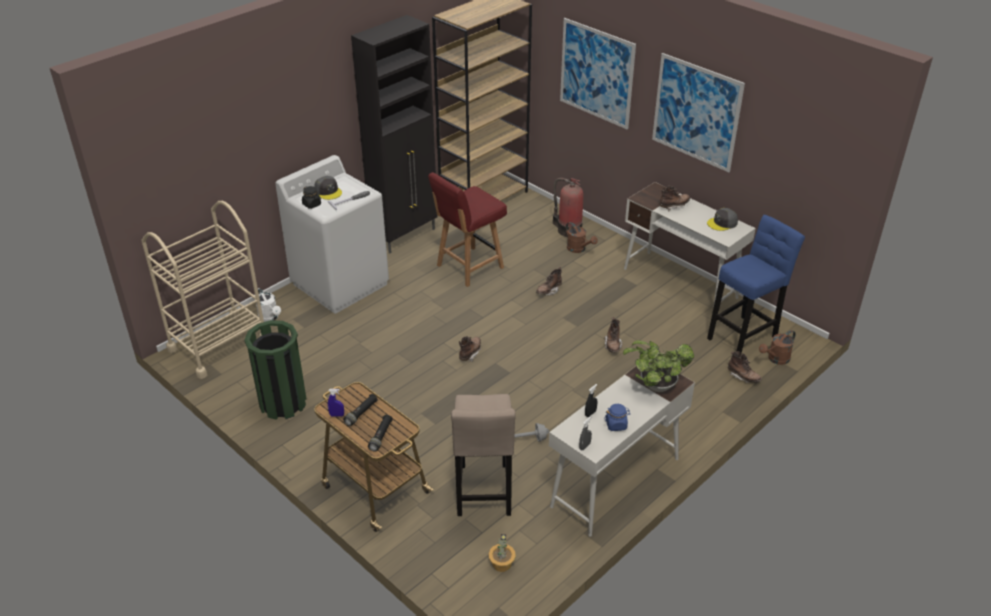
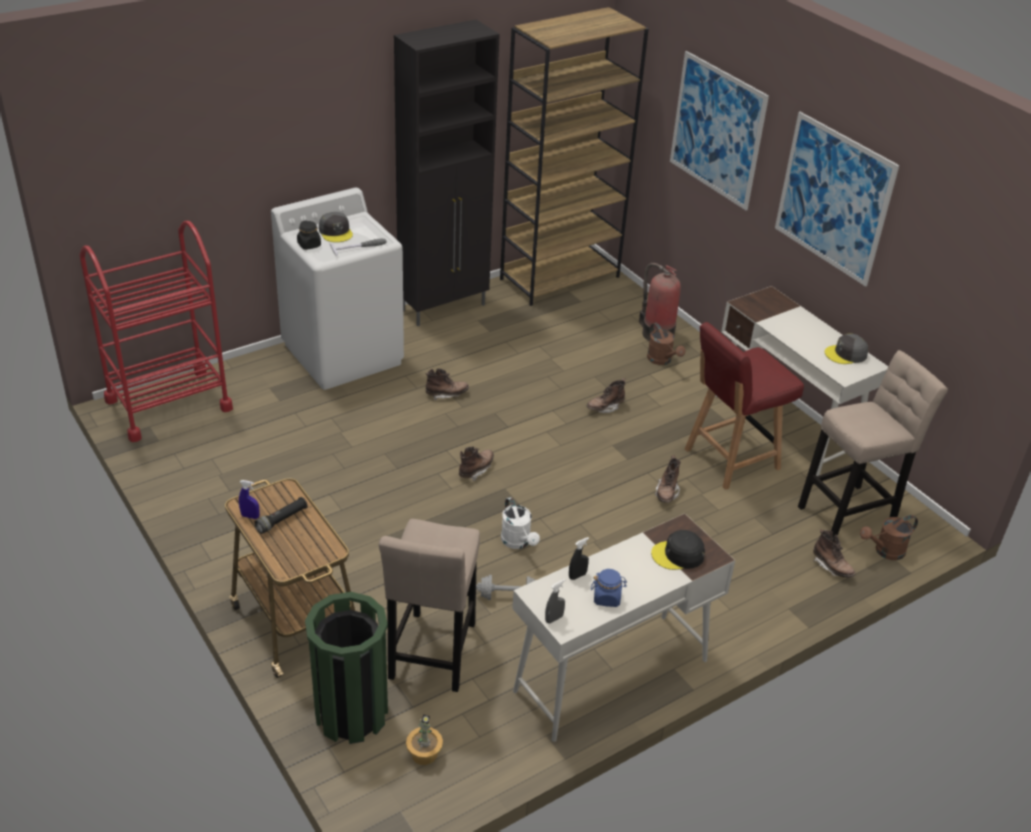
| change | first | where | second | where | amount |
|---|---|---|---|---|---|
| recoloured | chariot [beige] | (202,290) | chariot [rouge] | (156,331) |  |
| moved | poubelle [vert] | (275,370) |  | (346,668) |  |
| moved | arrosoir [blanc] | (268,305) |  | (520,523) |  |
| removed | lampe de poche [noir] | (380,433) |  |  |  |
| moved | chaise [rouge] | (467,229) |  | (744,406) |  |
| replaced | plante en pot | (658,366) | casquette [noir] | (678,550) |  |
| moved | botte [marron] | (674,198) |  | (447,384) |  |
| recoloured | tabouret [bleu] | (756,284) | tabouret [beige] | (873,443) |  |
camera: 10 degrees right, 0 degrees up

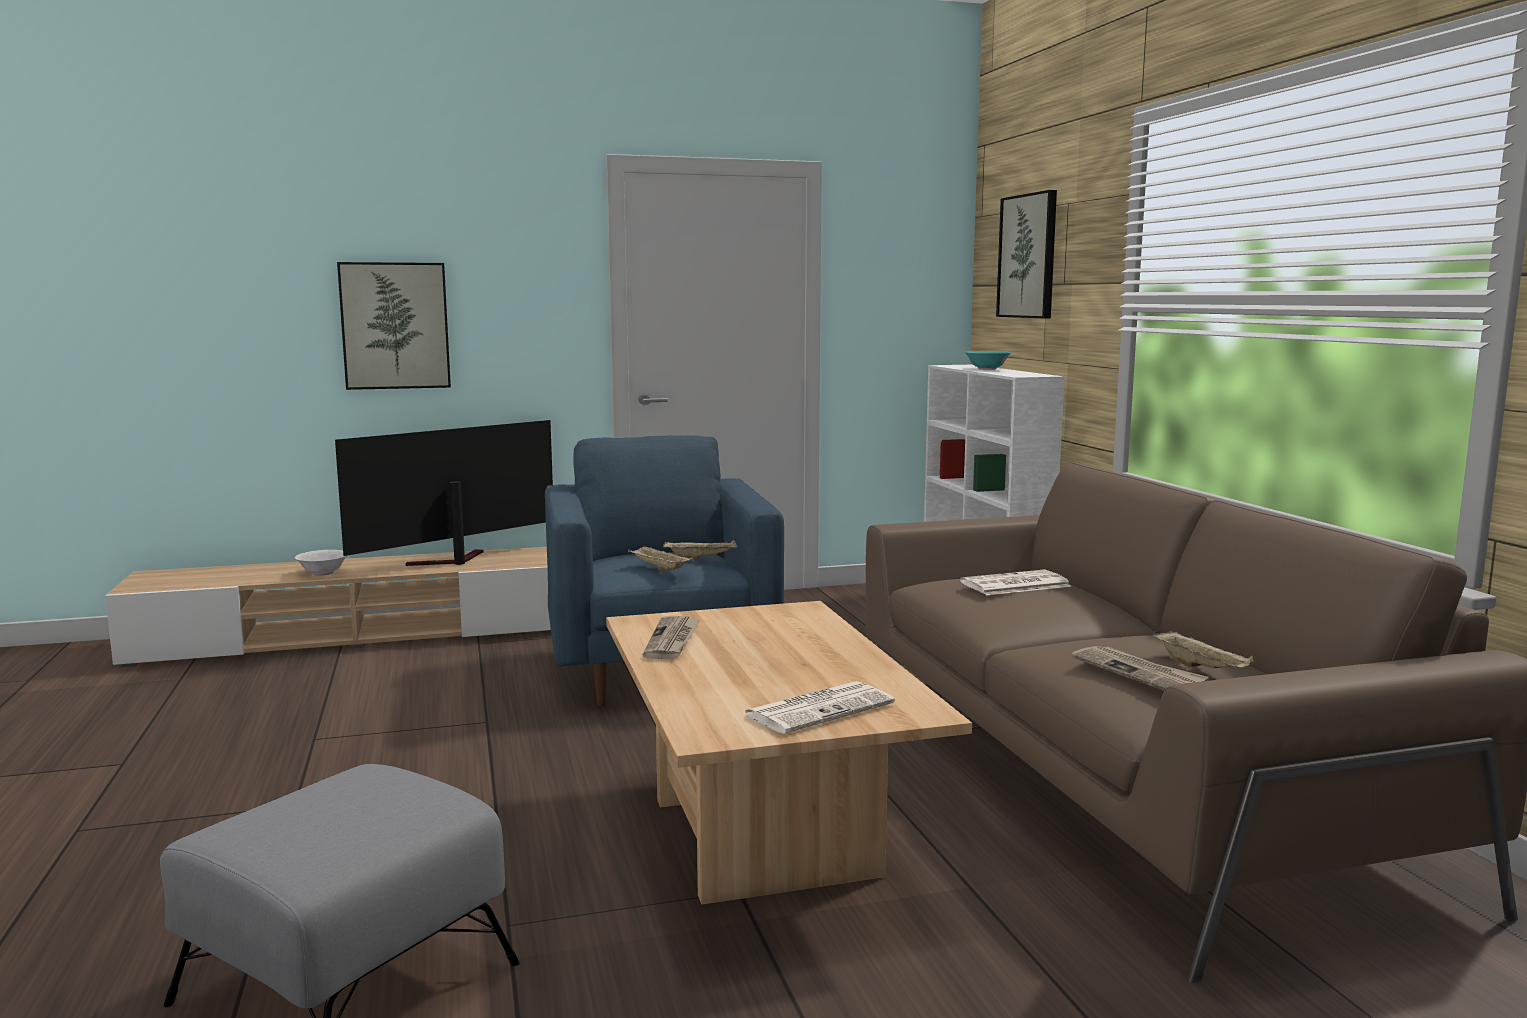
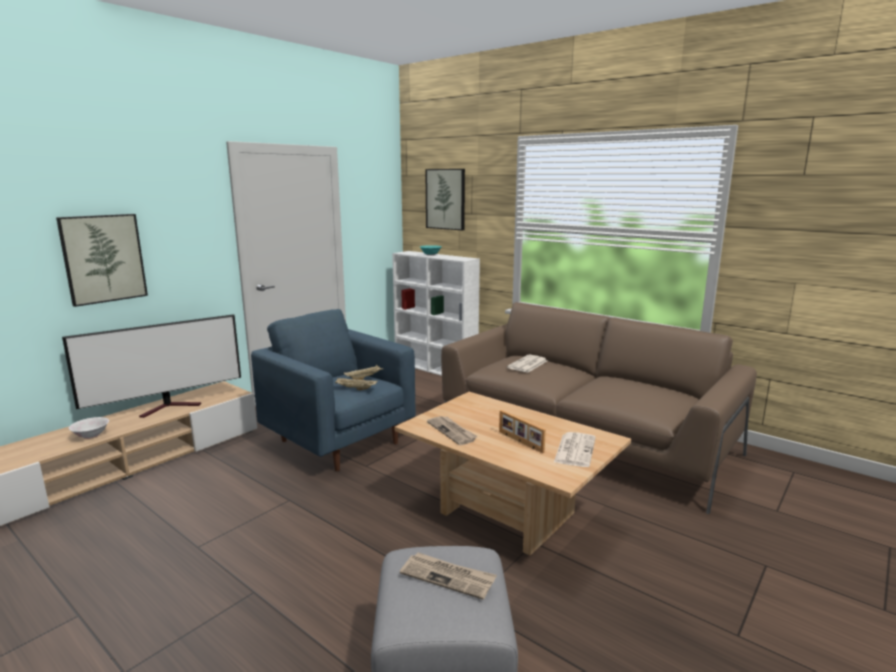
| change | first | where | second | where | amount |
|---|---|---|---|---|---|
| turned | téléviseur | (444,493) |  | (151,366) | 135 degrees counterclockwise |
| moved | journal | (1140,668) |  | (448,576) |  |
| removed | plateau [beige] | (1203,649) |  |  |  |
| added |  |  | cadre photo | (522,431) |  |
camera: 35 degrees left, 5 degrees up

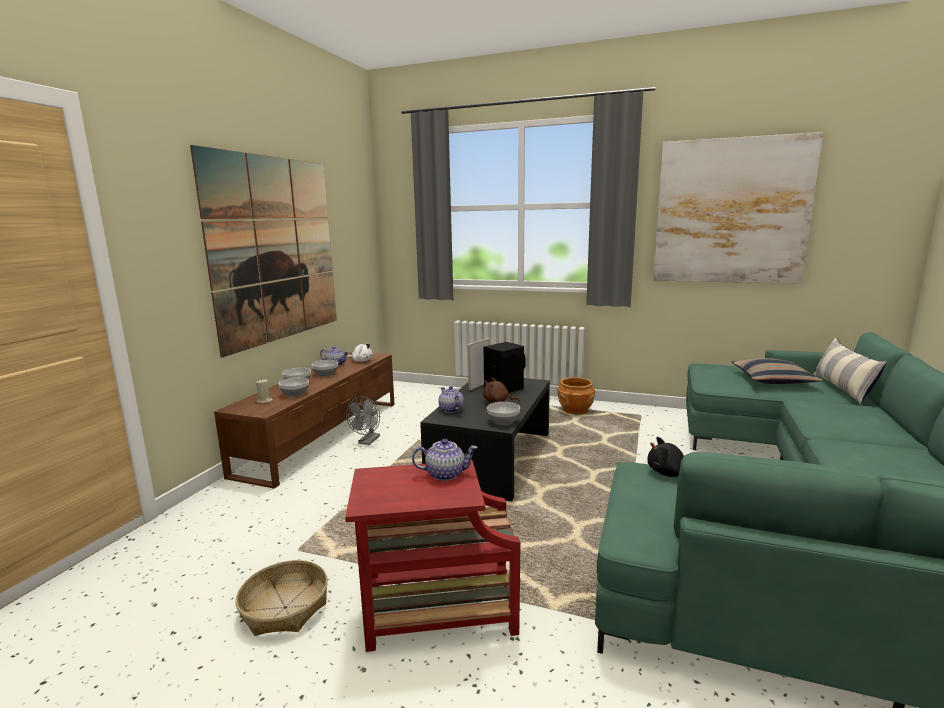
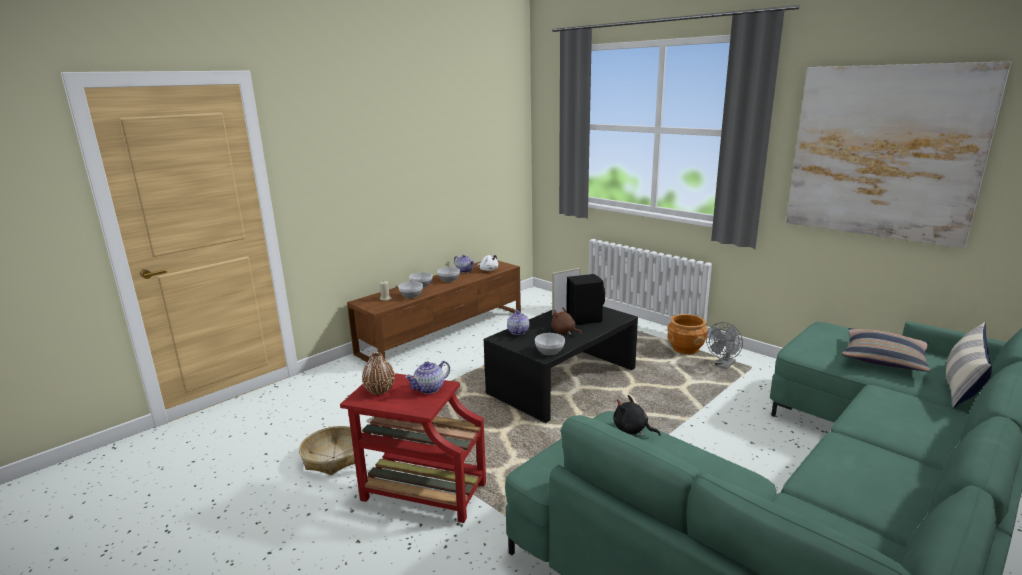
| change | first | where | second | where | amount |
|---|---|---|---|---|---|
| removed | tableau | (263,251) |  |  |  |
| moved | ventilateur [gris] | (363,420) |  | (724,345) |  |
| turned | théière | (444,460) |  | (427,377) | 120 degrees clockwise |
| added |  |  | vase [marron] | (378,373) |  |
camera: 25 degrees right, 5 degrees up

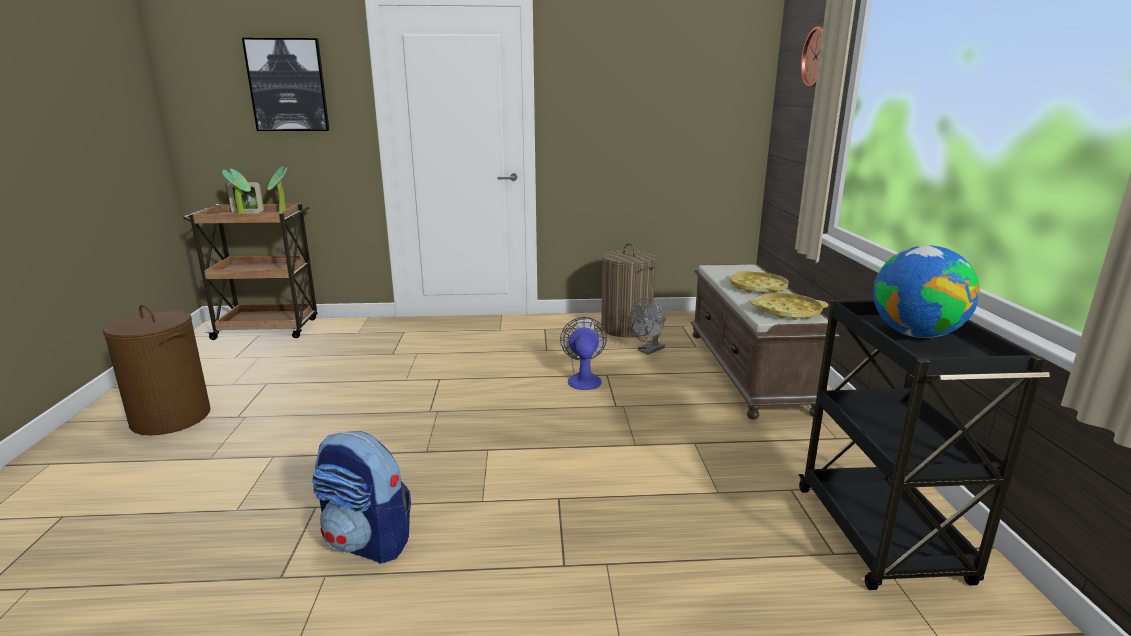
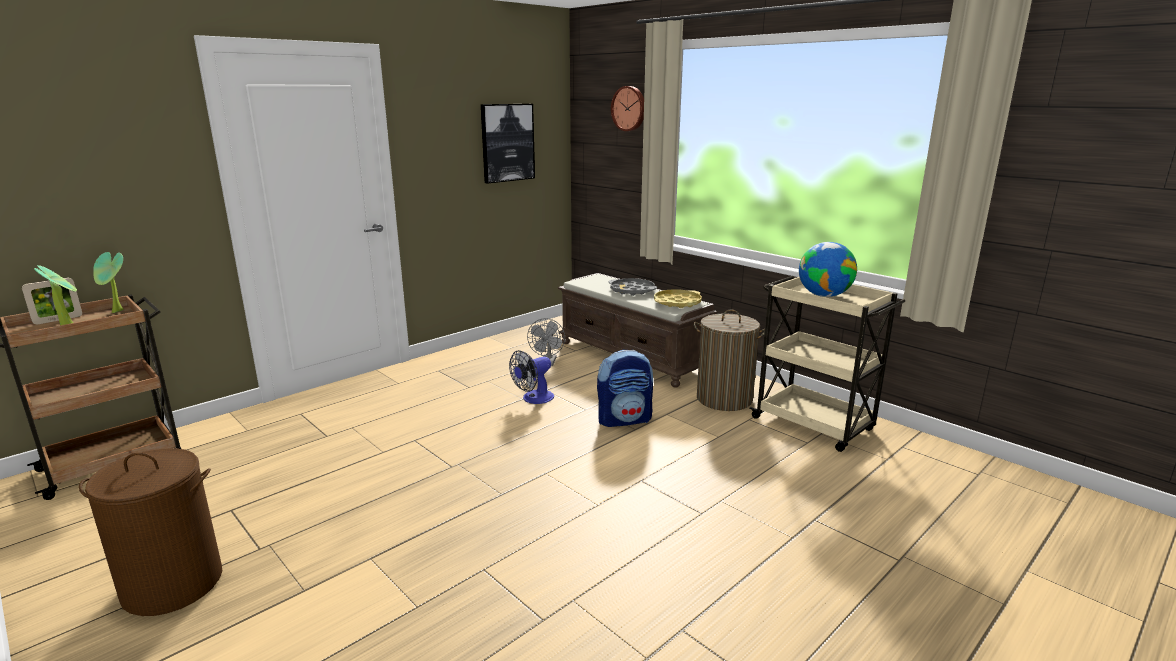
| change | first | where | second | where | amount |
|---|---|---|---|---|---|
| moved | tableau | (286,84) |  | (508,144) |  |
| moved | sac à dos | (361,497) |  | (625,388) |  |
| turned | ventilateur | (583,353) |  | (531,377) | 90 degrees counterclockwise |
| moved | panier à linge | (628,290) |  | (729,360) |  |
| recoloured | plateau [jaune] | (759,282) | plateau [gris] | (632,287) |  |
| recoloured | chariot [noir] | (924,444) | chariot [beige] | (827,364) |  |
camera: 40 degrees left, 0 degrees up

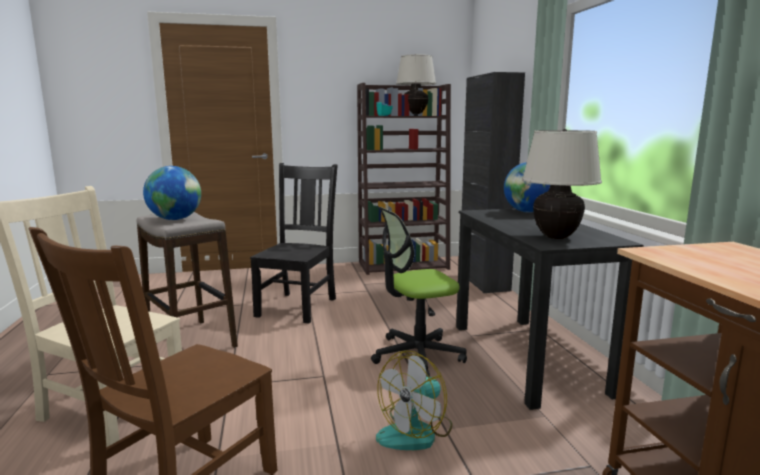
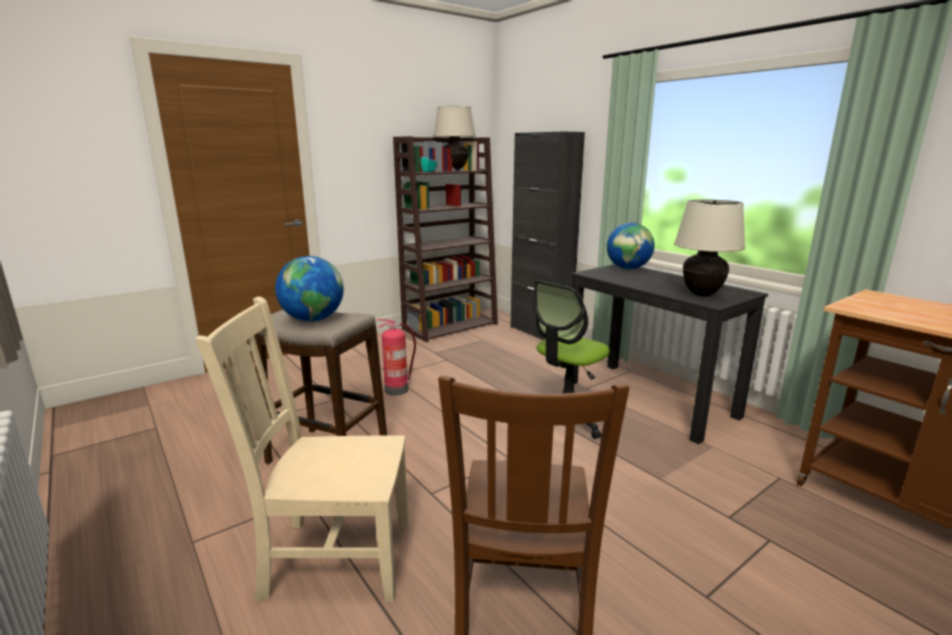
| change | first | where | second | where | amount |
|---|---|---|---|---|---|
| replaced | chaise [noir] | (294,243) | extincteur | (396,357) |  |
| removed | ventilateur | (414,400) |  |  |  |
camera: 25 degrees left, 5 degrees up

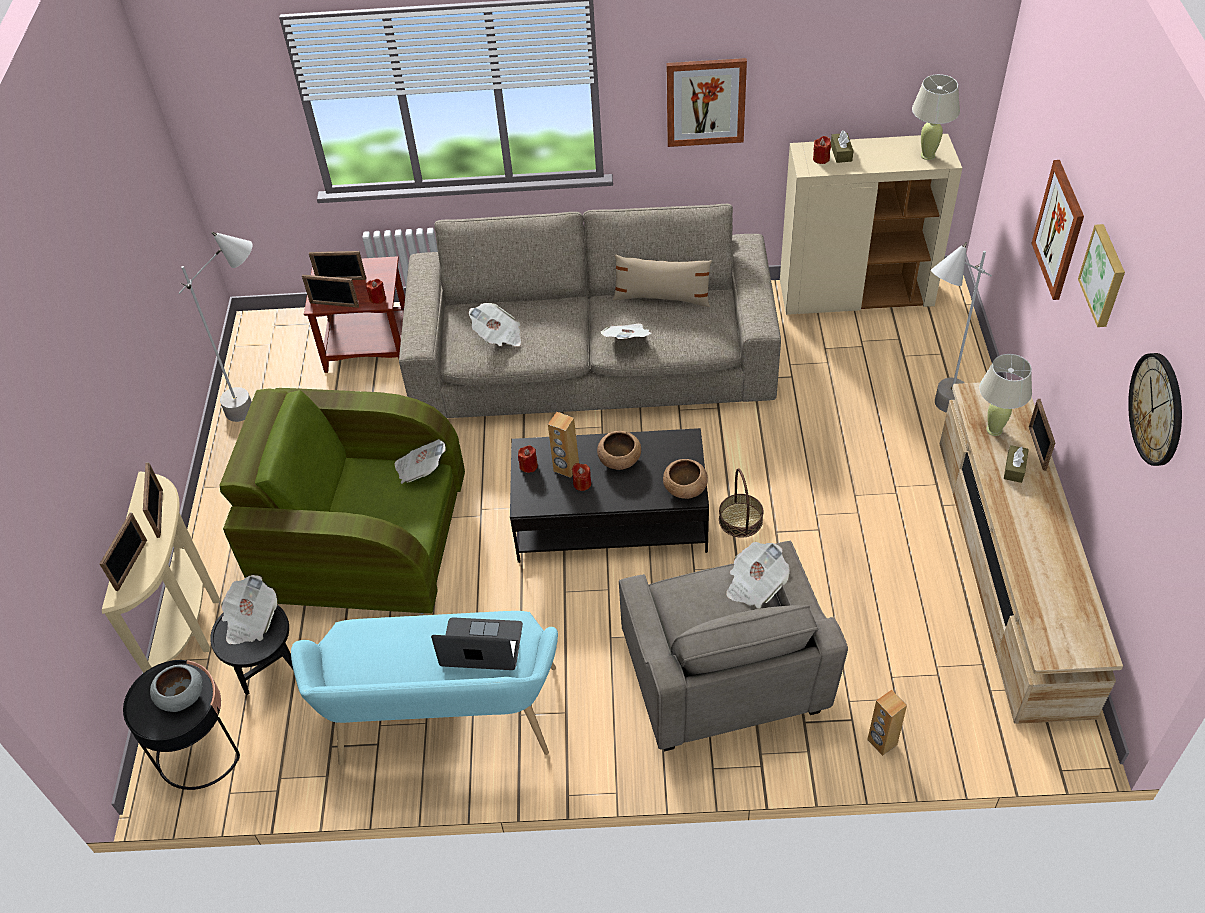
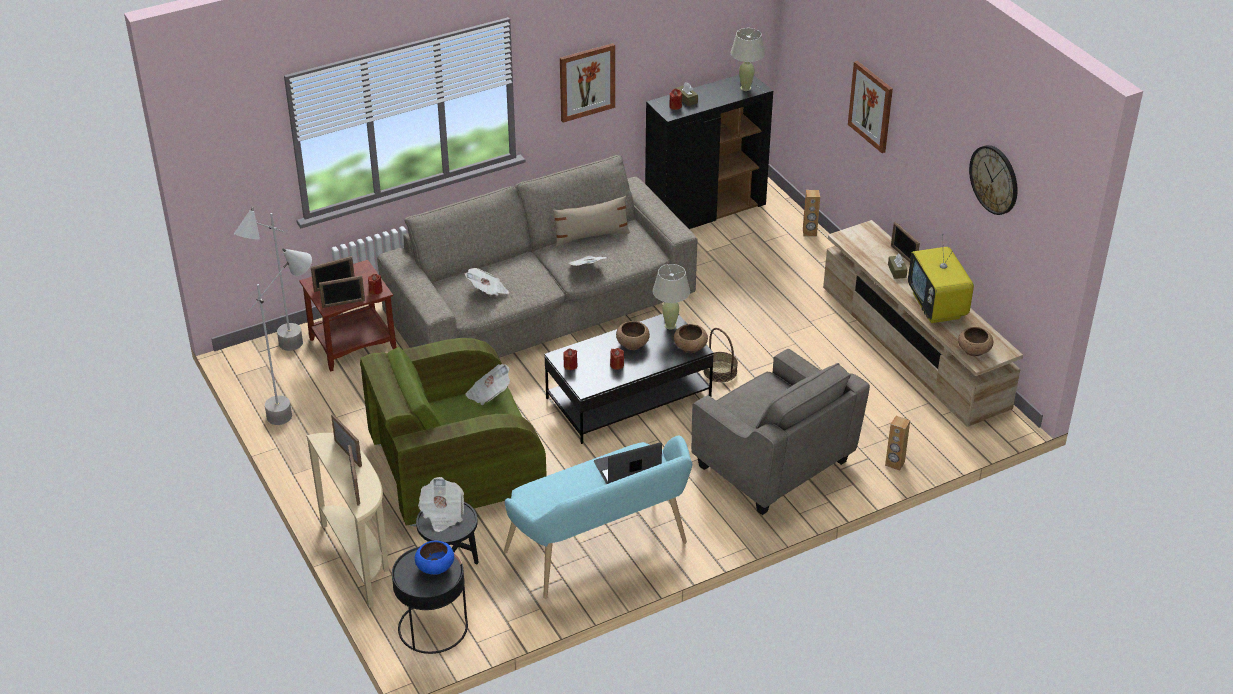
| change | first | where | second | where | amount |
|---|---|---|---|---|---|
| recoloured | bol [gris] | (176,688) | bol [bleu] | (434,557) |  |
| moved | enceinte [marron] | (563,445) |  | (811,213) |  |
| removed | journal | (758,575) |  |  |  |
| recoloured | meuble de rangement [beige] | (871,224) | meuble de rangement [noir] | (709,152) |  |
| moved | lampadaire [gris] | (961,327) |  | (268,279) |  |
| moved | lampe de table [beige] | (1005,395) |  | (671,296) |  |
| removed | tableau | (1101,275) |  |  |  |
| added |  |  | téléviseur | (941,278) |  |
| added |  |  | bol [marron] | (975,341) |  |
camera: 30 degrees left, 10 degrees down

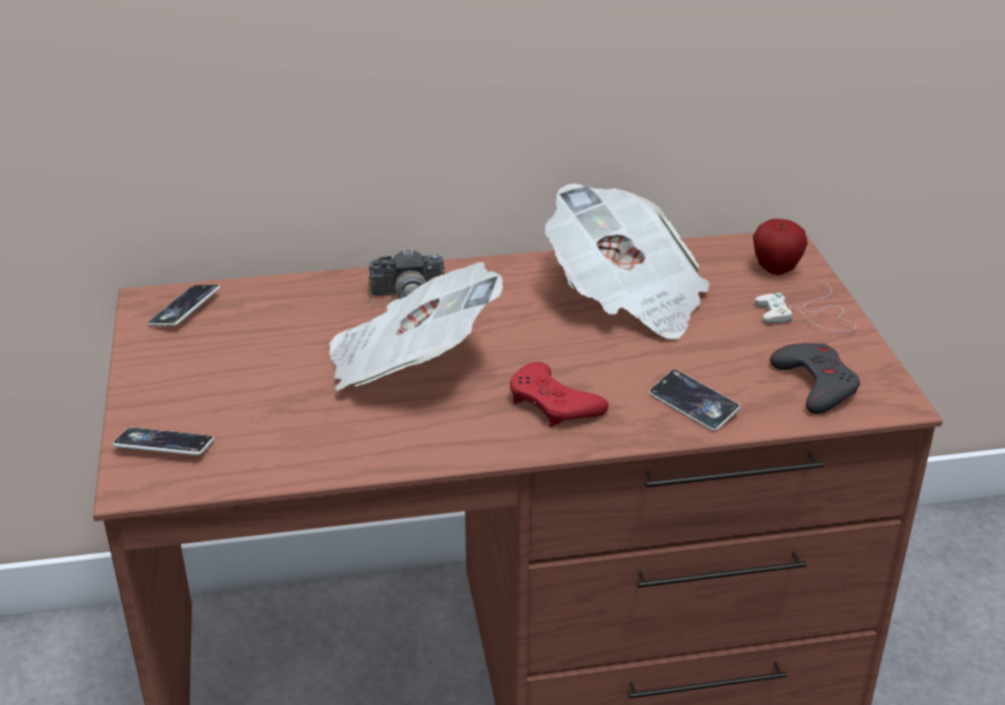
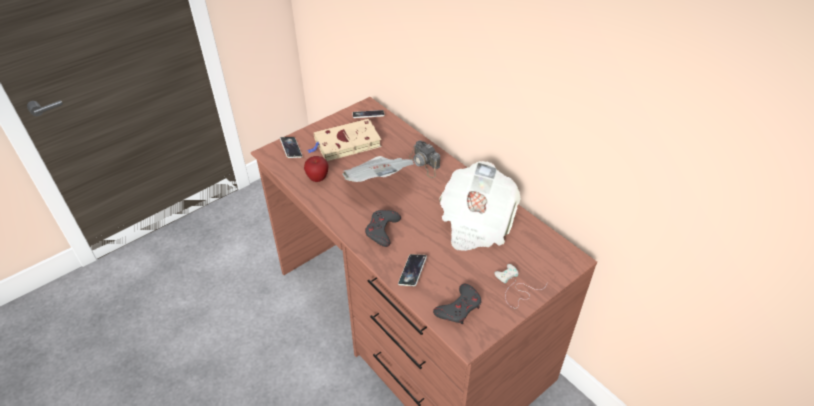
| change | first | where | second | where | amount |
|---|---|---|---|---|---|
| recoloured | manette [rouge] | (559,394) | manette [gris] | (383,228) |  |
| moved | pomme | (780,247) |  | (316,169) |  |
| added |  |  | livre [beige] | (344,140) |  |
camera: 60 degrees right, 10 degrees up

